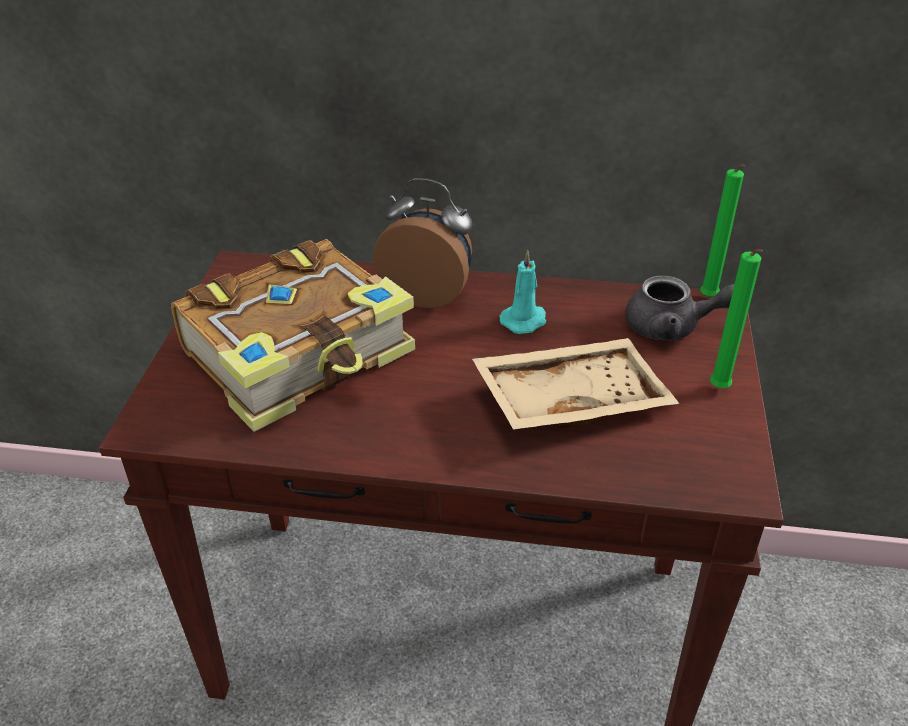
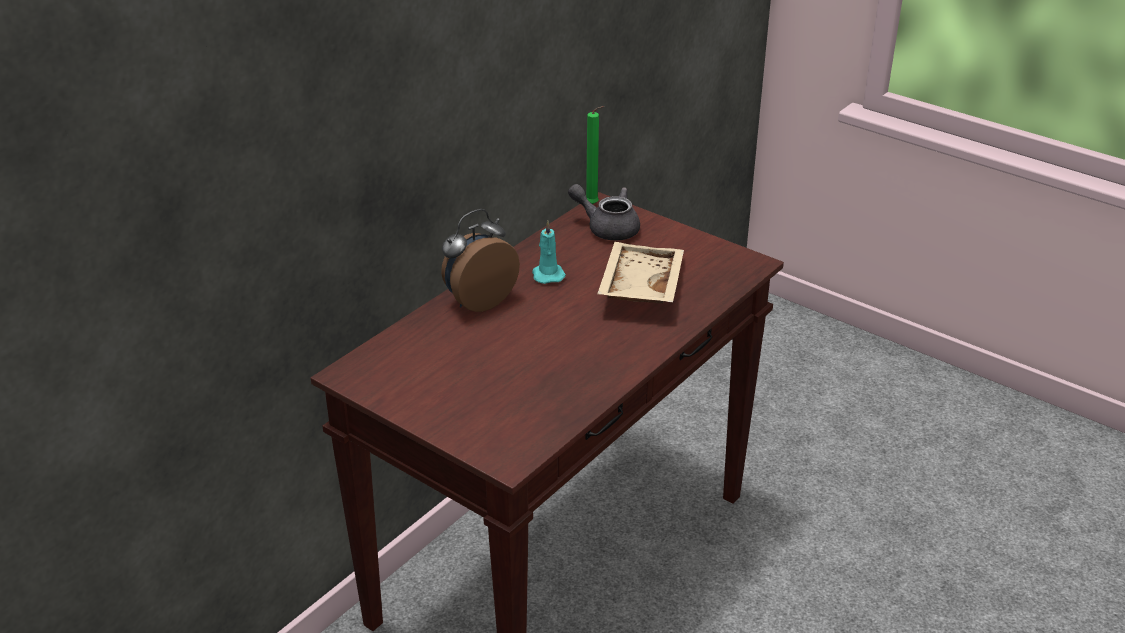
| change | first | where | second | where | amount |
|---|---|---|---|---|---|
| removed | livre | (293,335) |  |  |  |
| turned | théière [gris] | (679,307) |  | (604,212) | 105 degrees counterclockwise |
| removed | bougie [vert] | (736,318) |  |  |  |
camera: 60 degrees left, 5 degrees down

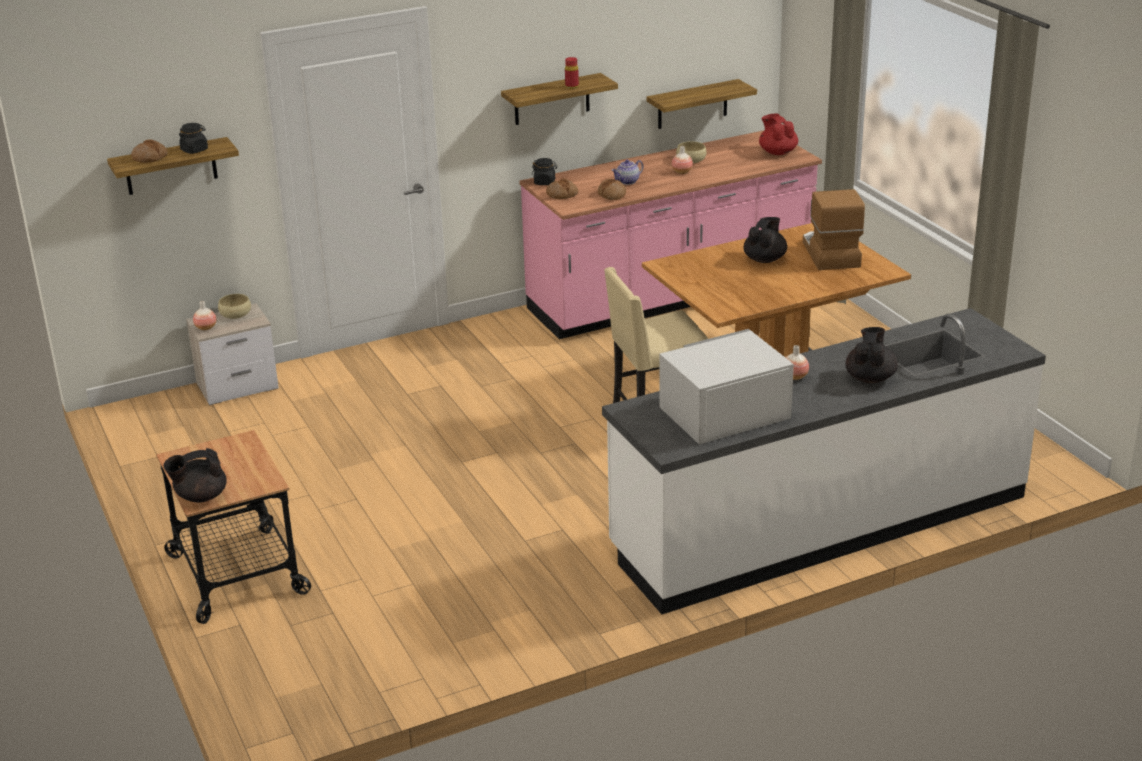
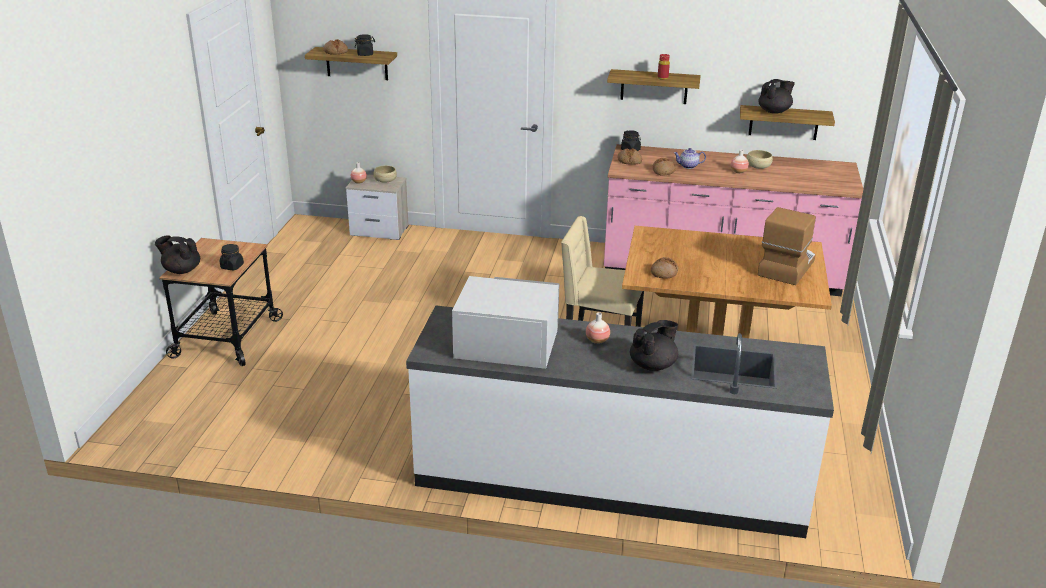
| change | first | where | second | where | amount |
|---|---|---|---|---|---|
| moved | théière [noir] | (765,240) |  | (776,96) |  |
| removed | théière [rouge] | (778,134) |  |  |  |
| added |  |  | bocal [noir] | (232,257) |  |
| added |  |  | pain | (664,268) |  |
camera: 35 degrees right, 0 degrees up

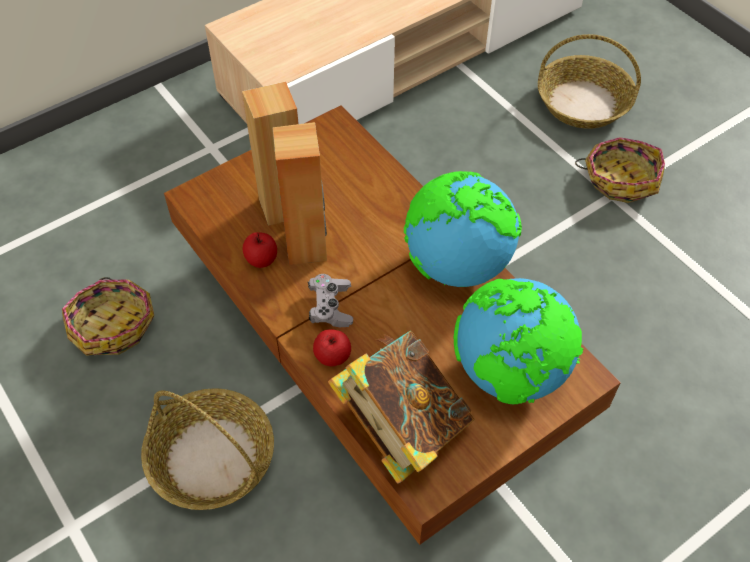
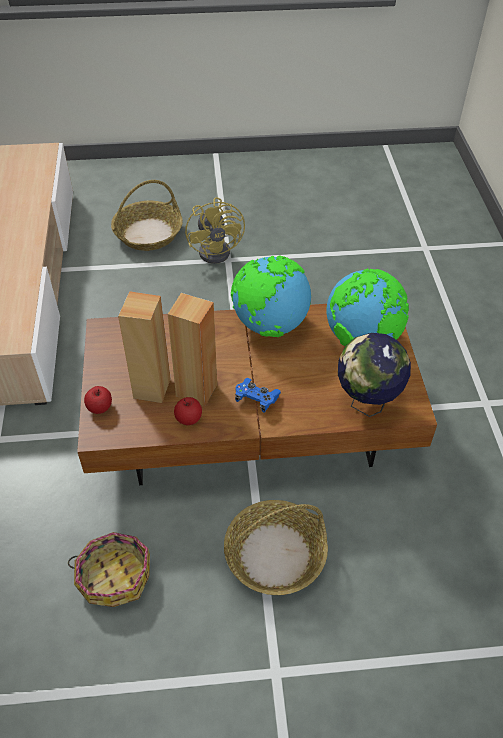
| change | first | where | second | where | amount |
|---|---|---|---|---|---|
| recoloured | manette [gris] | (330,300) | manette [bleu] | (258,395) |  |
| moved | pomme | (332,348) |  | (98,400) |  |
| replaced | livre | (401,407) | globe | (374,375) |  |
| replaced | panier | (620,170) | ventilateur [jaune] | (215,230) |  |
camera: 60 degrees left, 5 degrees down

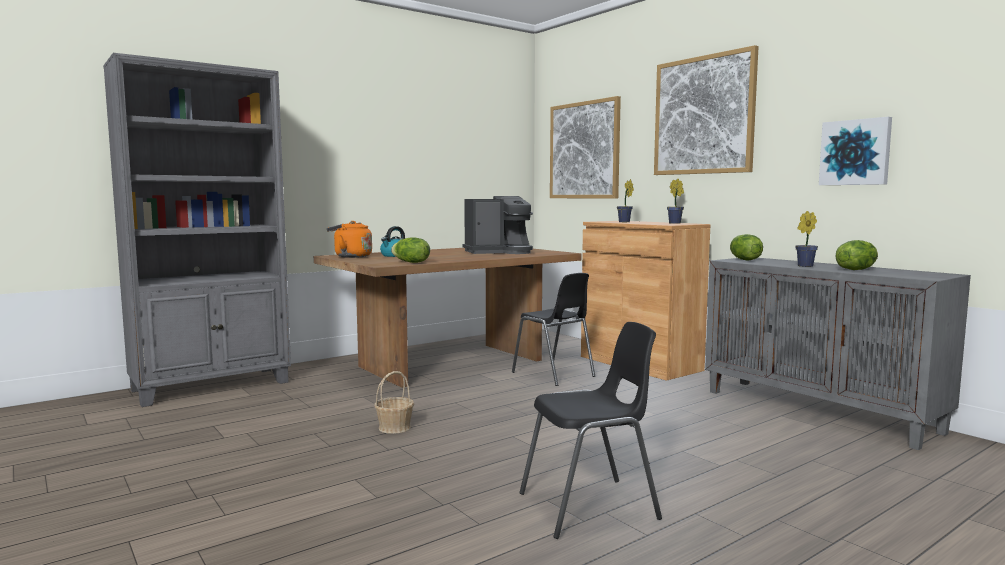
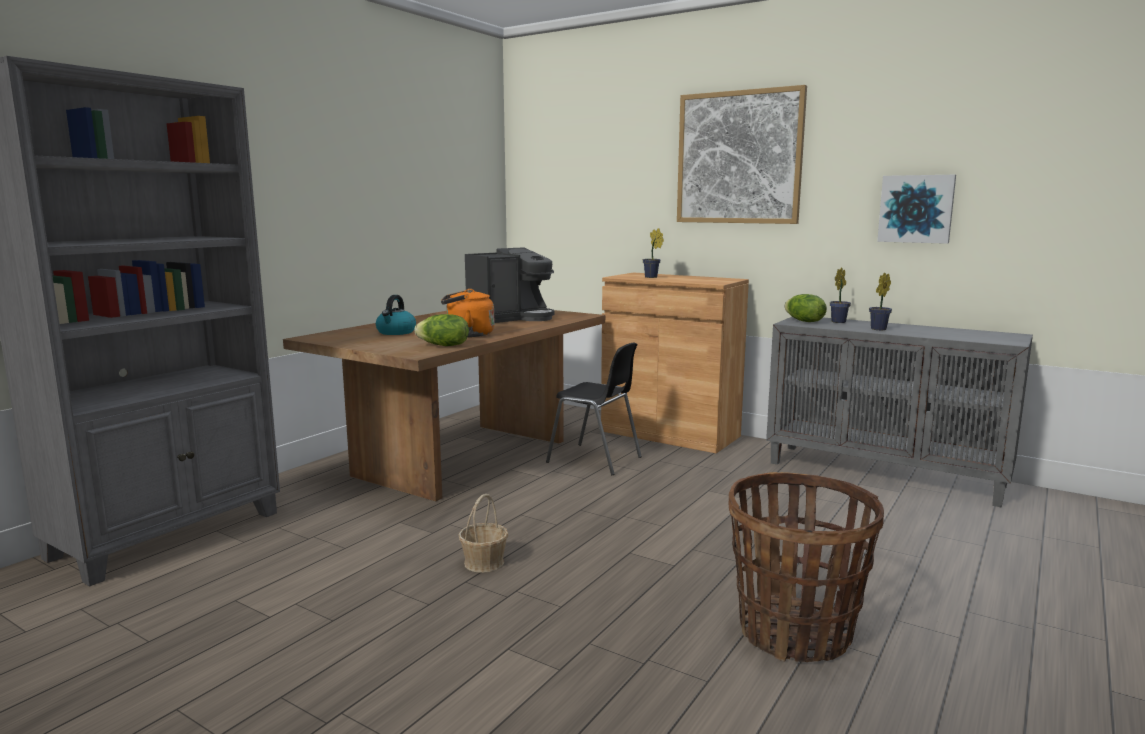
| change | first | where | second | where | amount |
|---|---|---|---|---|---|
| moved | bouilloire [orange] | (349,239) |  | (468,313) |  |
| replaced | chaise [noir] | (590,430) | panier | (806,567) |  |
| removed | tableau | (585,147) |  |  |  |
| moved | plante en pot | (675,201) |  | (840,295) |  |
| removed | laitue | (857,255) |  |  |  |
camera: 20 degrees left, 5 degrees up

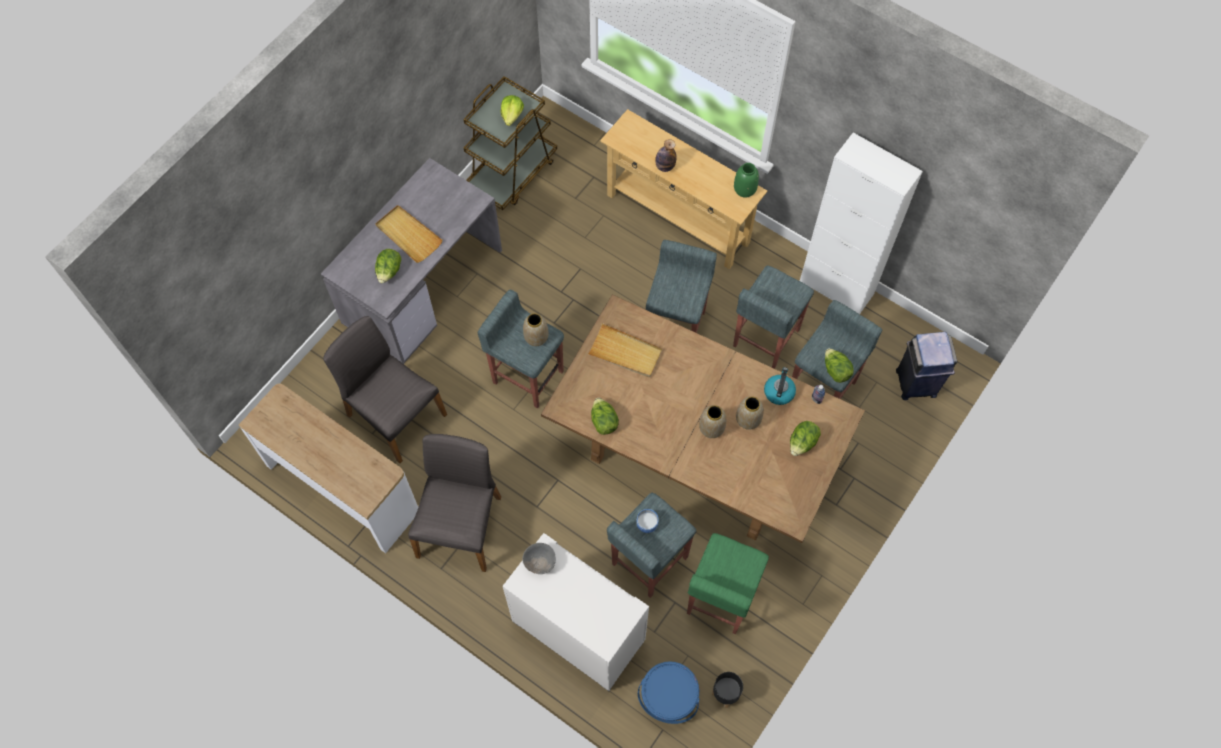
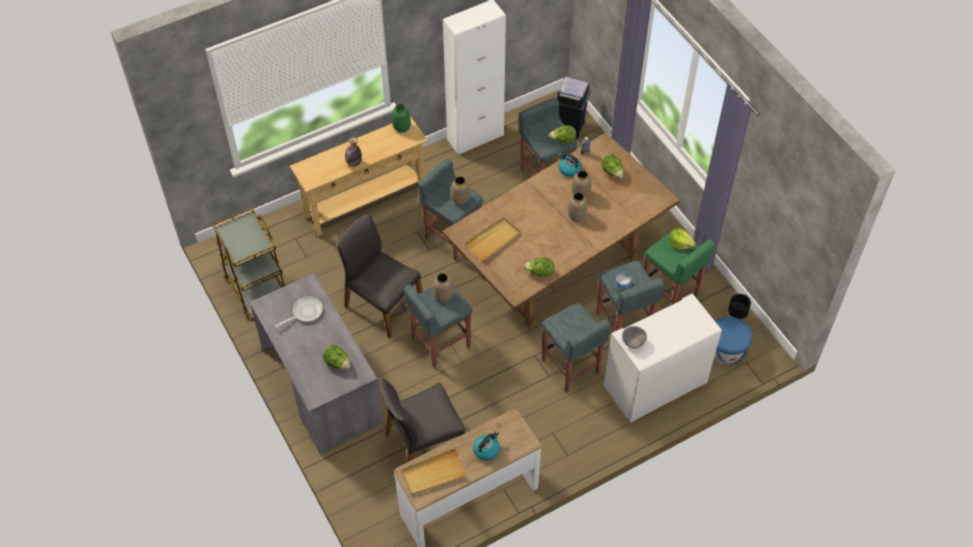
| change | first | where | second | where | amount |
|---|---|---|---|---|---|
| moved | plateau [beige] | (409,234) |  | (434,472) |  |
| moved | chaise [gris] | (454,503) |  | (380,276) |  |
| moved | laitue | (512,110) |  | (682,238) |  |
| moved | tabouret [gris] | (773,317) |  | (576,347) |  |
| added |  |  | poêle | (299,311) |  |
| added |  |  | vase | (460,190) |  |
| added |  |  | bouilloire | (486,445) |  |
camera: 65 degrees left, 10 degrees down

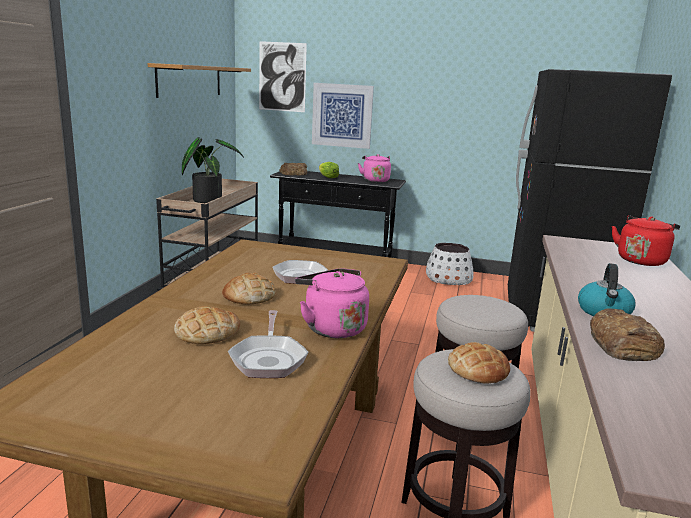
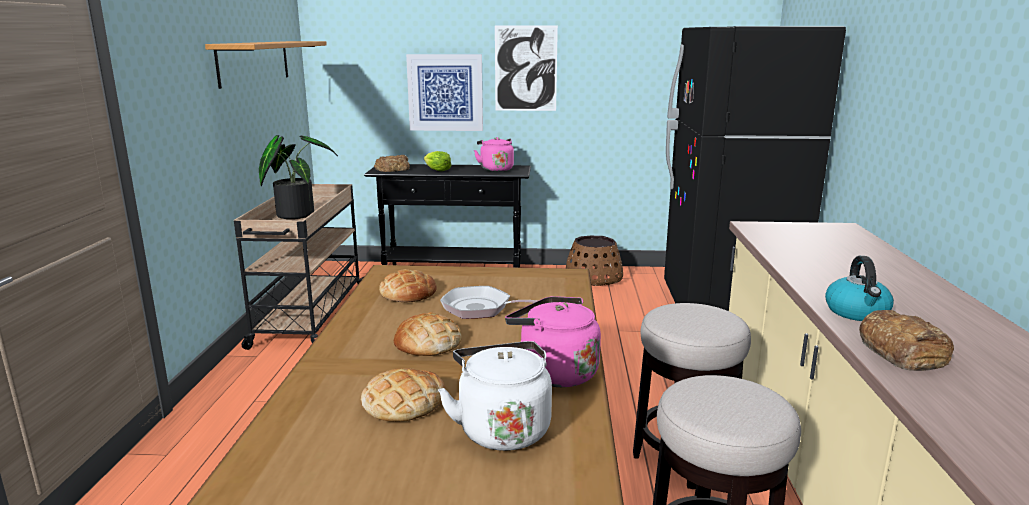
| change | first | where | second | where | amount |
|---|---|---|---|---|---|
| replaced | poêle | (268,344) | bouilloire [blanc] | (495,396) |  |
| moved | tableau | (283,76) |  | (526,68) |  |
| recoloured | cache-pot [blanc] | (449,264) | cache-pot [marron] | (594,261) |  |
| moved | pain | (479,363) |  | (408,285) |  |
| removed | bouilloire [rouge] | (646,240) |  |  |  |
camera: 10 degrees left, 0 degrees up

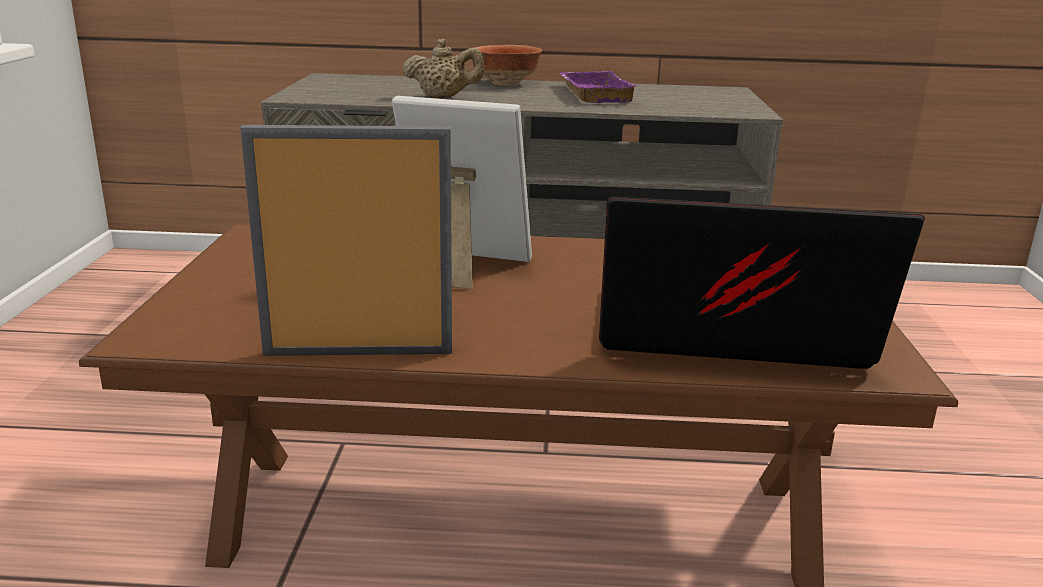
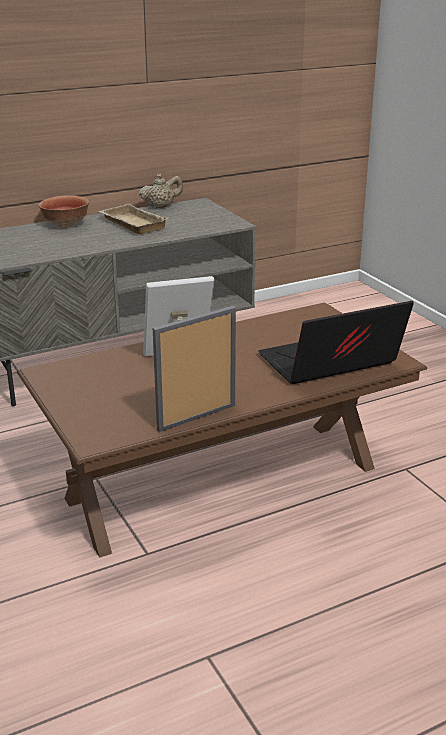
| change | first | where | second | where | amount |
|---|---|---|---|---|---|
| moved | théière [beige] | (444,69) |  | (161,191) |  |
| recoloured | plateau [violet] | (598,87) | plateau [beige] | (133,219) |  |
camera: 30 degrees left, 5 degrees up

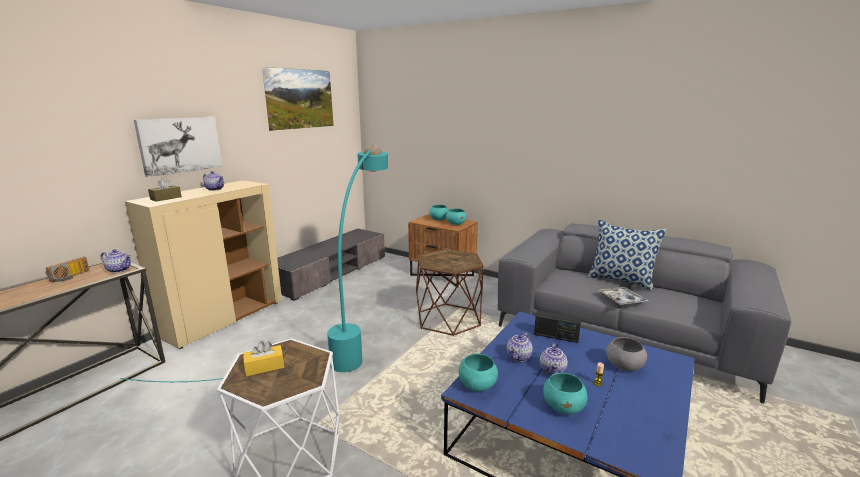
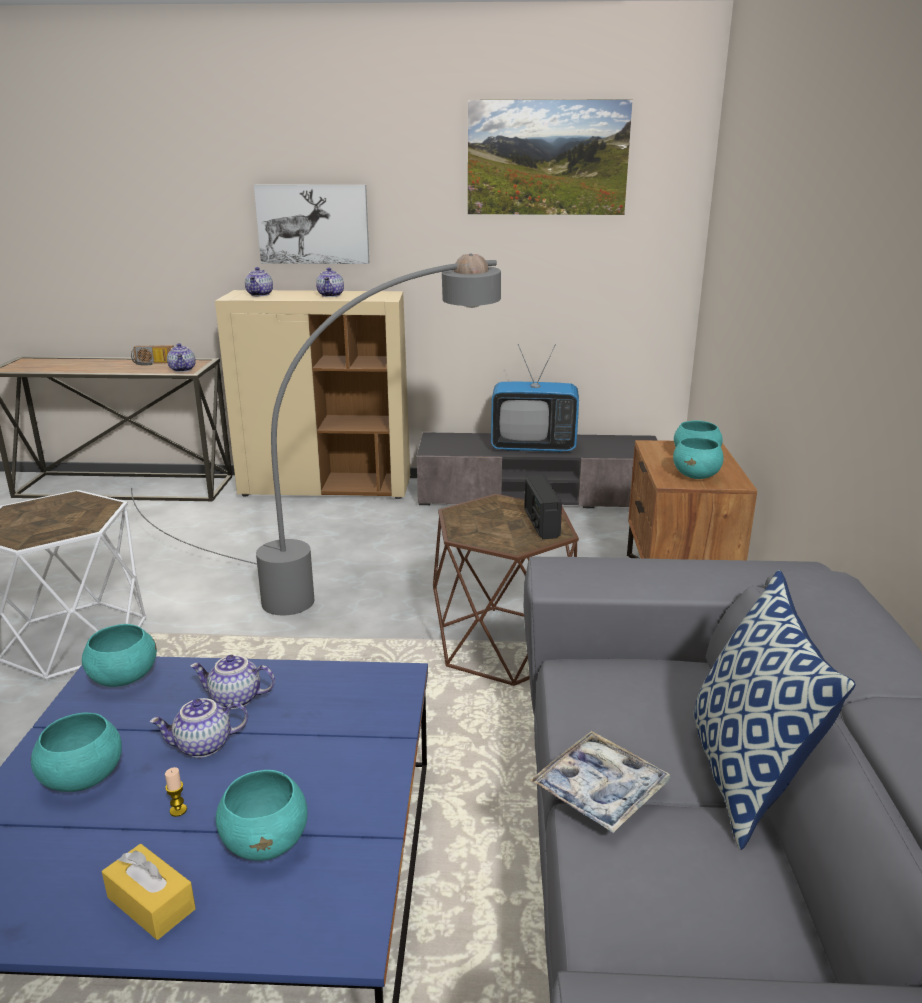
| change | first | where | second | where | amount |
|---|---|---|---|---|---|
| recoloured | lampadaire [turquoise] | (254,263) | lampadaire [gris] | (316,434) |  |
| replaced | boîte à mouchoirs [marron] | (165,190) | théière | (259,281) |  |
| moved | boîte à mouchoirs [jaune] | (263,358) |  | (149,892) |  |
| moved | radio | (557,326) |  | (543,507) |  |
| recoloured | bol [gris] | (626,354) | bol [turquoise] | (262,815) |  |
| added |  |  | téléviseur | (535,398) |  |
camera: 60 degrees right, 5 degrees up

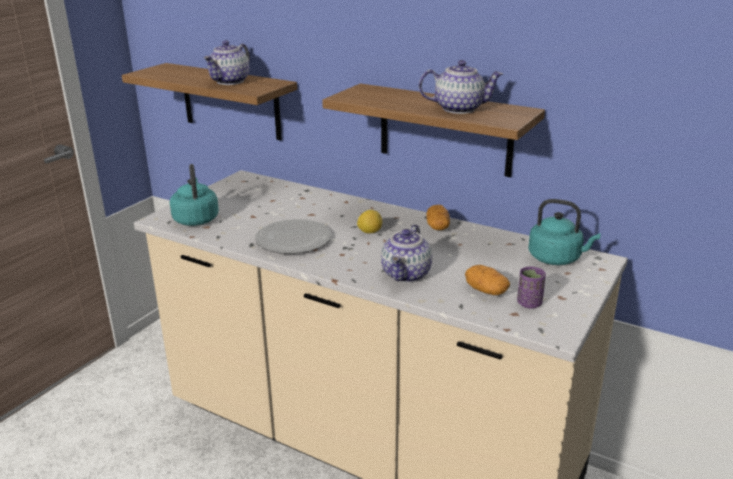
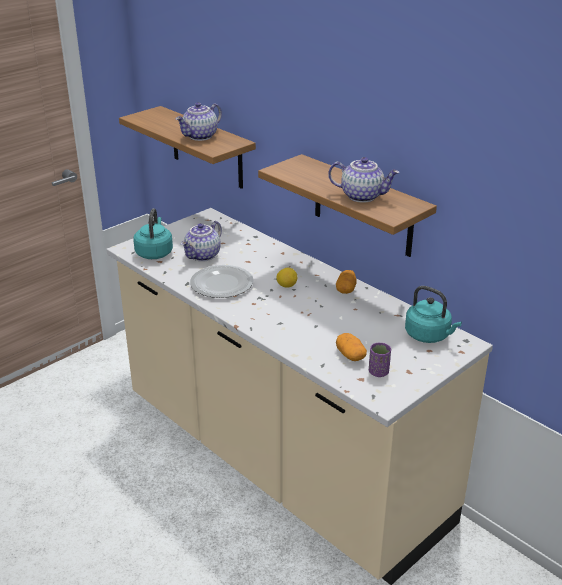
| change | first | where | second | where | amount |
|---|---|---|---|---|---|
| moved | théière | (406,253) |  | (201,241) |  |
camera: 15 degrees right, 5 degrees up

